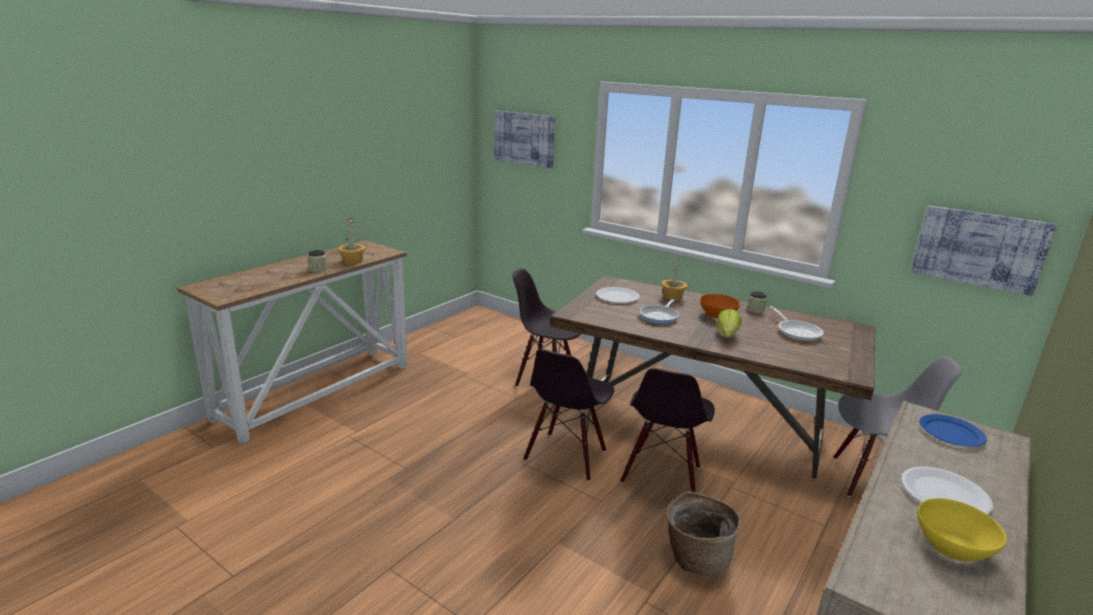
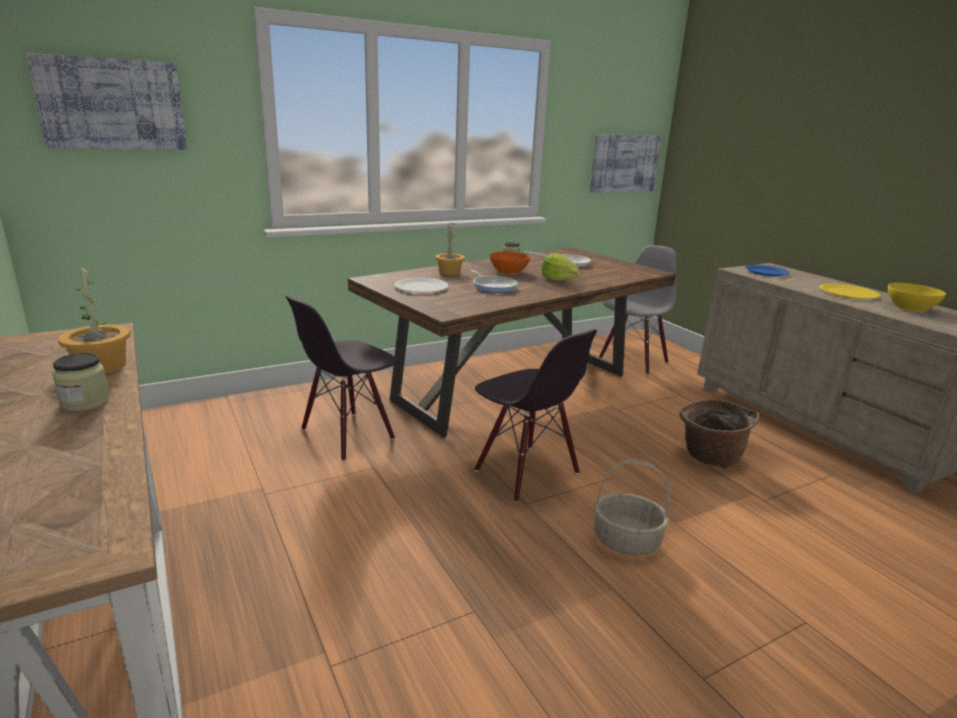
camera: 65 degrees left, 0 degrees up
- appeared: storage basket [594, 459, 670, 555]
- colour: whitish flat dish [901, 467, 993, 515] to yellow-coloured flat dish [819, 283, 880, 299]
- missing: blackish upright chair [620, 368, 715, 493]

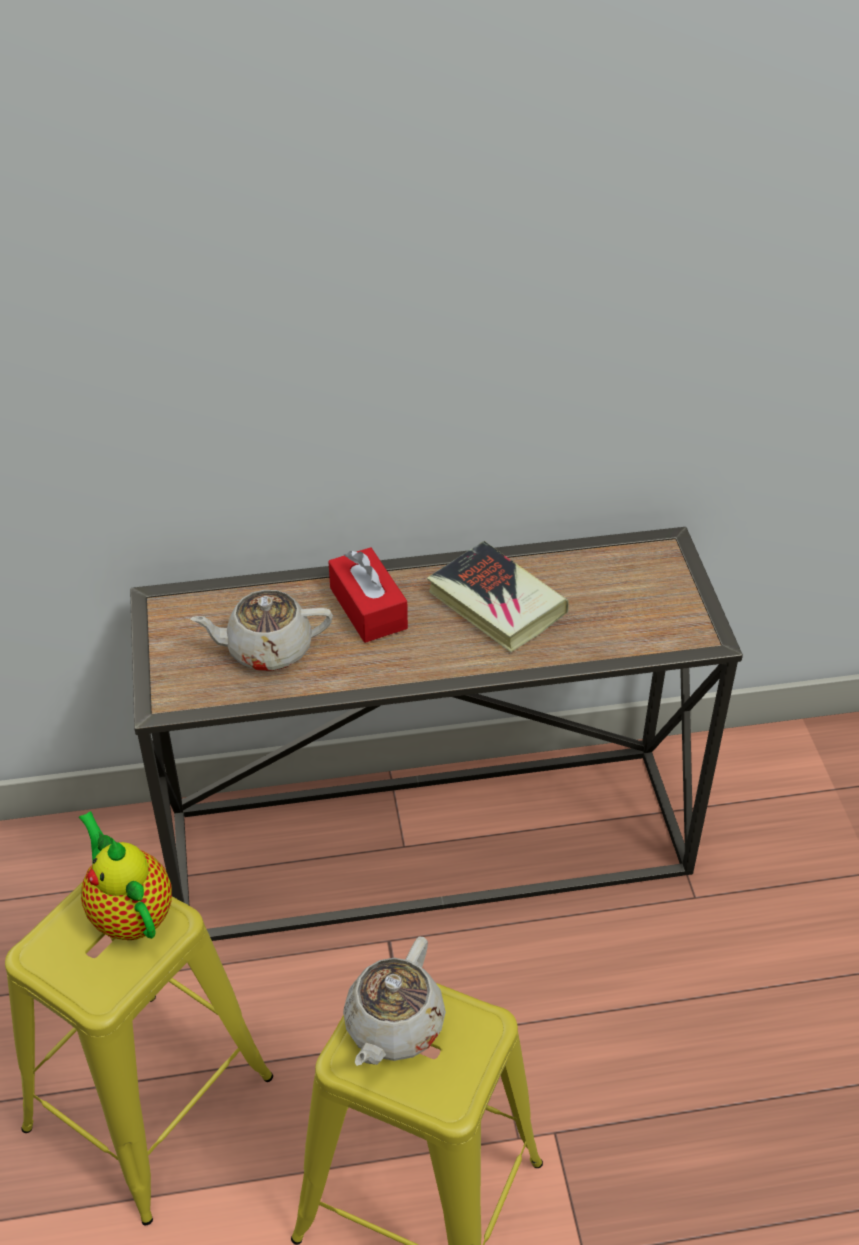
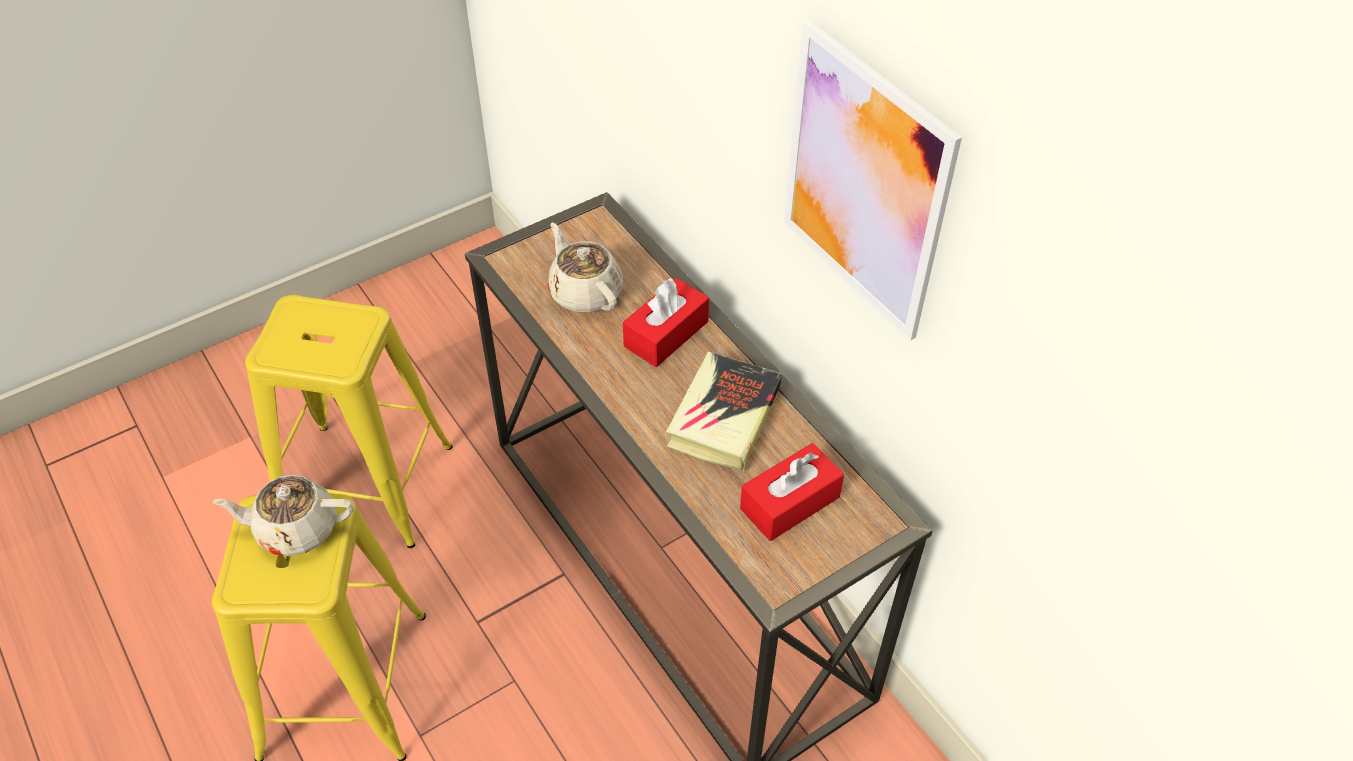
camera: 65 degrees right, 5 degrees up
- appeared: red-coloured tissue box [740, 443, 844, 541]
- appeared: wall art [784, 20, 962, 341]
- missing: teapot [79, 811, 172, 940]

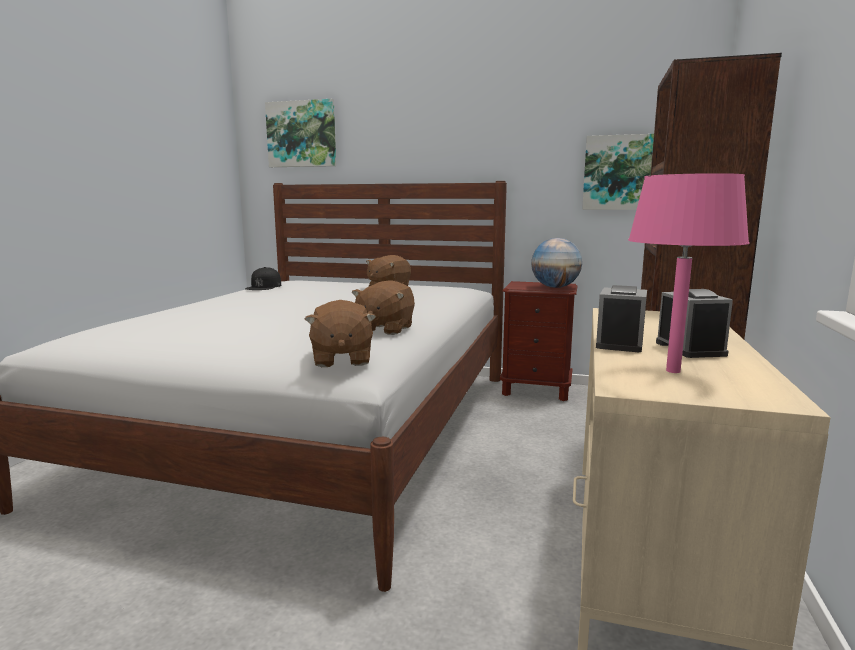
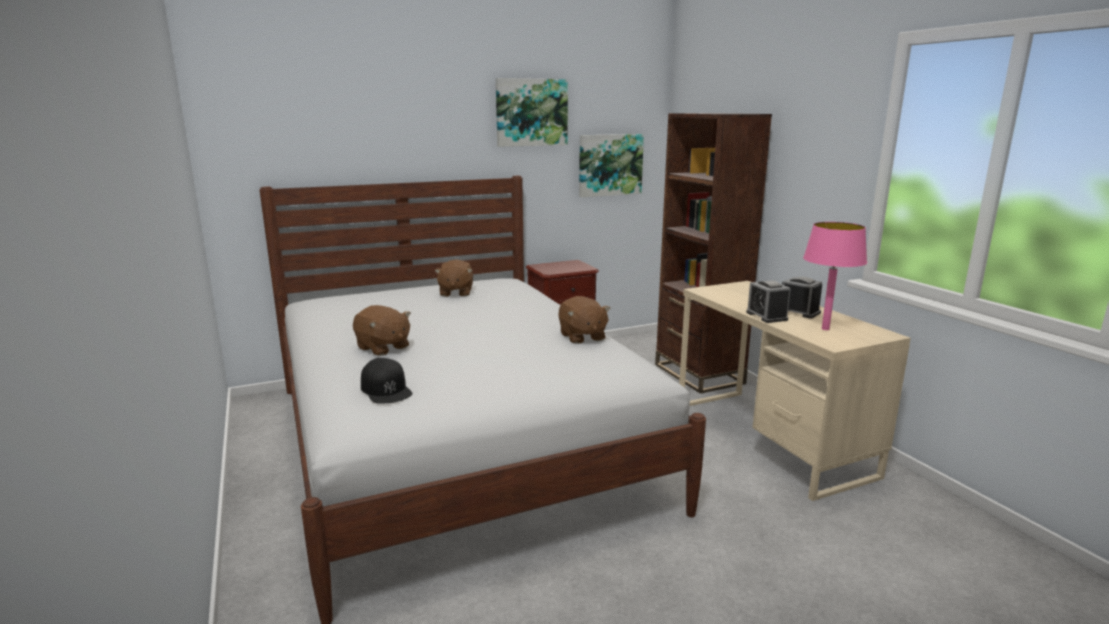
camera: 40 degrees left, 5 degrees up
- relocated: brownish soft toy [305, 300, 376, 367] to [353, 305, 411, 356]
- relocated: blackish peaked cap [245, 267, 281, 290] to [361, 358, 412, 404]
- relocated: wall art [265, 99, 336, 167] to [496, 78, 568, 147]
- missing: world globe [531, 238, 582, 288]

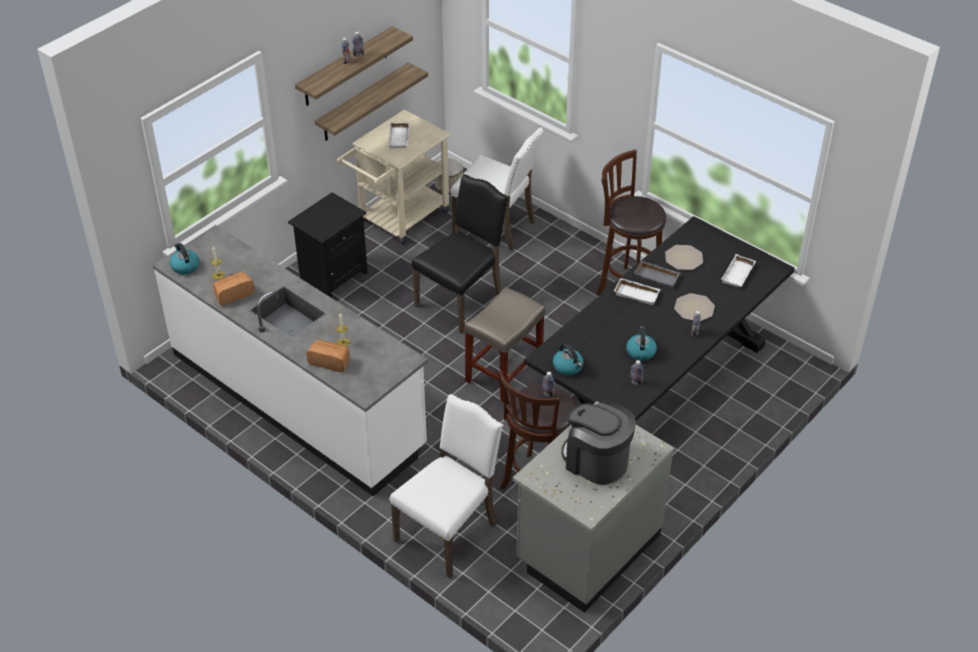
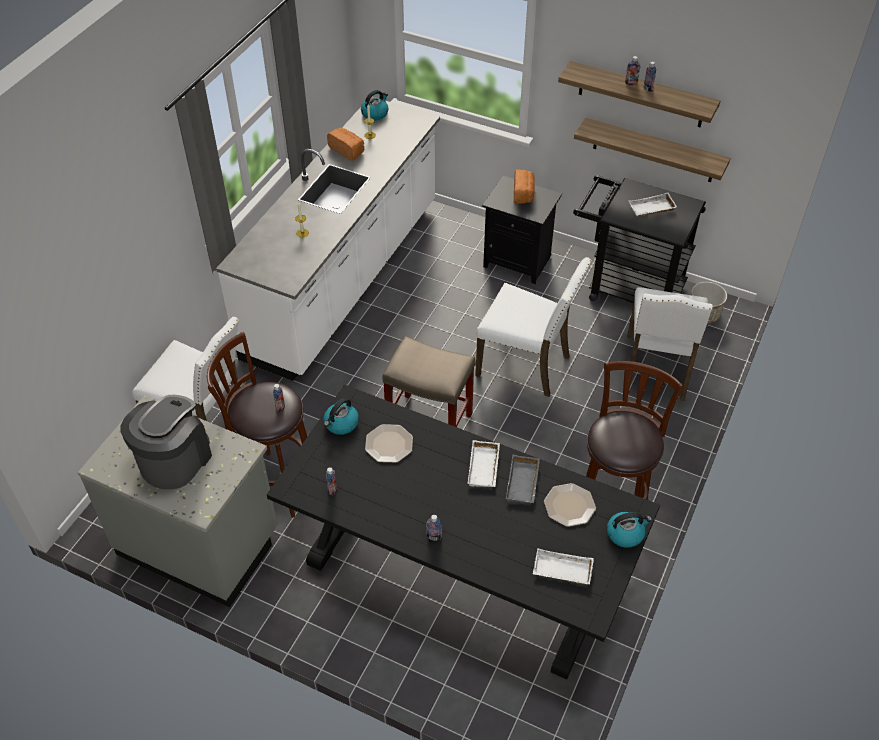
camera: 75 degrees right, 5 degrees up
- relocated: flat dish [674, 293, 715, 321] to [365, 424, 413, 463]
- colour: blackish upright chair [412, 174, 509, 334] to whitish upright chair [475, 257, 592, 397]
- relocated: bread [306, 340, 349, 372] to [514, 170, 535, 204]
- colour: beige-coloured cart [337, 110, 451, 244] to blackish cart [573, 175, 706, 303]
- relocated: kettle [626, 327, 657, 361] to [607, 512, 652, 548]

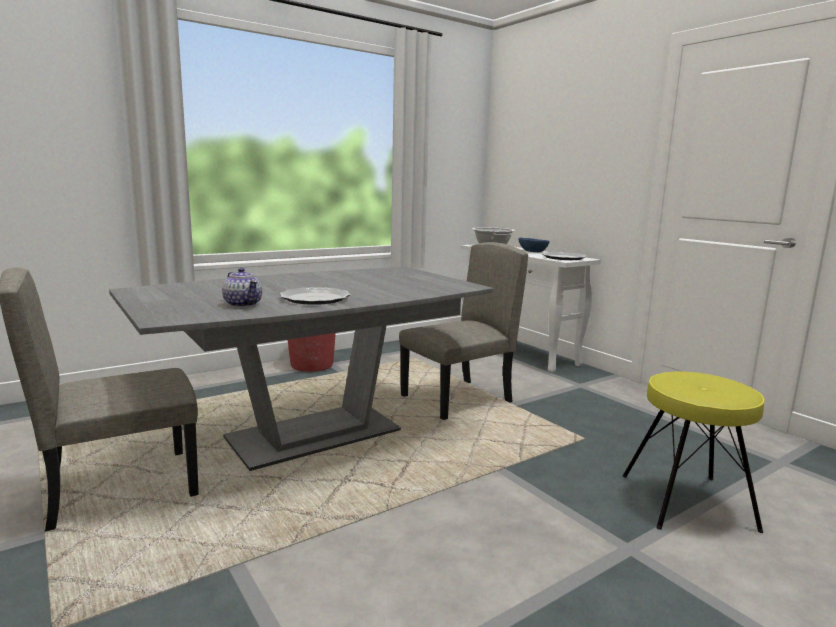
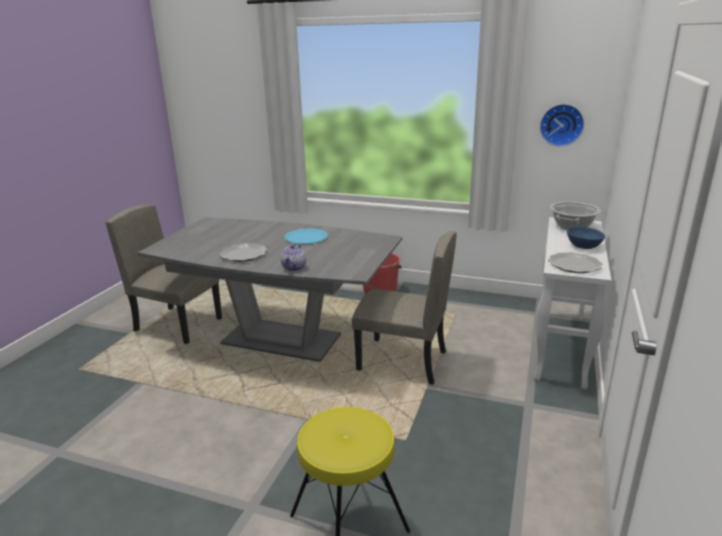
camera: 55 degrees right, 10 degrees up
- relocated: teapot [222, 268, 262, 307] to [281, 244, 306, 271]
- appeared: bluish flat dish [284, 229, 328, 244]
- appeared: wall clock [540, 104, 584, 147]

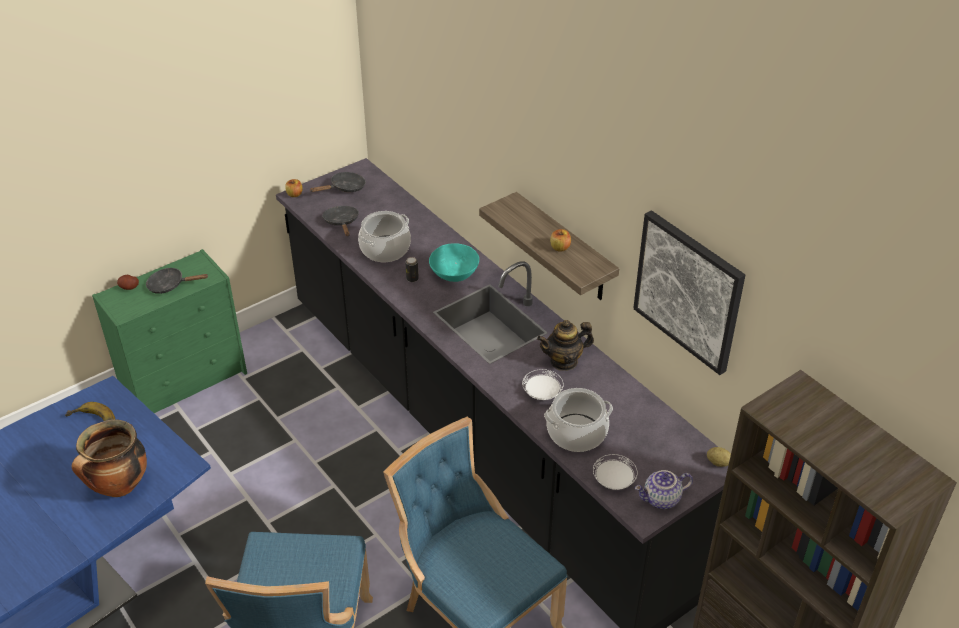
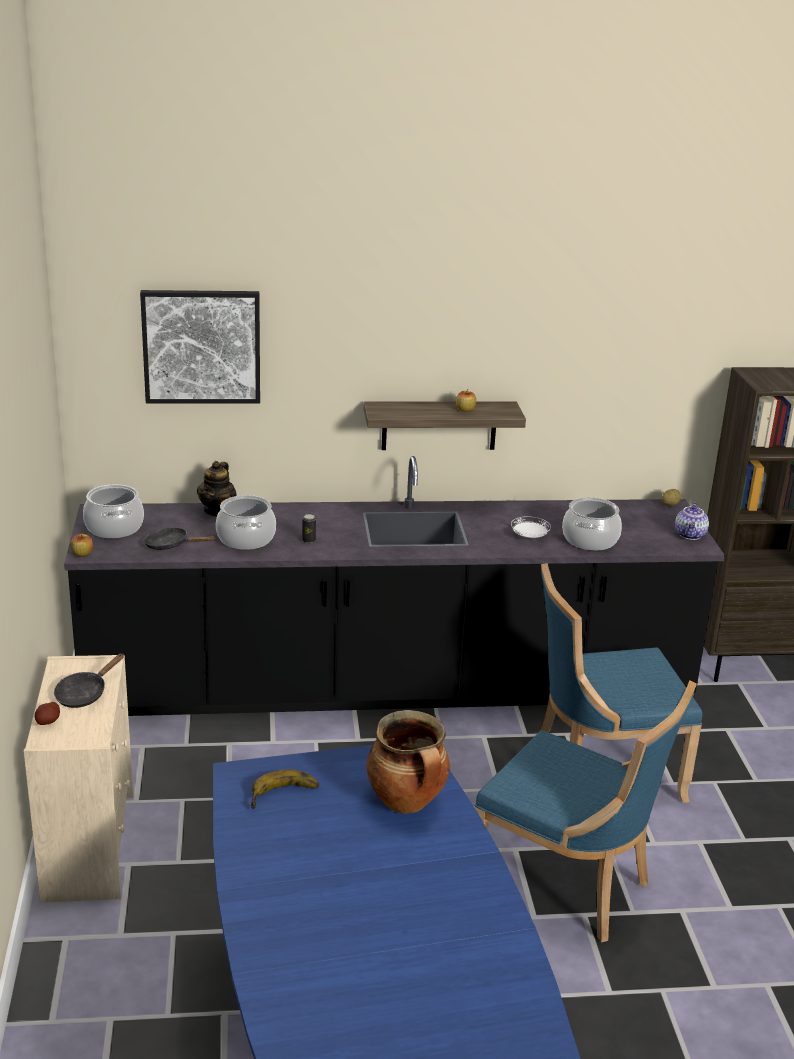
camera: 60 degrees left, 15 degrees down
- colour: greenish dresser [92, 249, 247, 413] to beige-coloured dresser [23, 655, 133, 903]
- exchanged: blackish frying pan [310, 172, 366, 192] to cooking pot [83, 484, 144, 538]
- relocated: wall art [633, 210, 745, 375] to [140, 290, 260, 404]
- relocated: teapot [537, 320, 594, 371] to [197, 461, 237, 516]
- missing: turquoise bowl [429, 243, 479, 282]
- missing: whitish flat dish [593, 454, 638, 490]

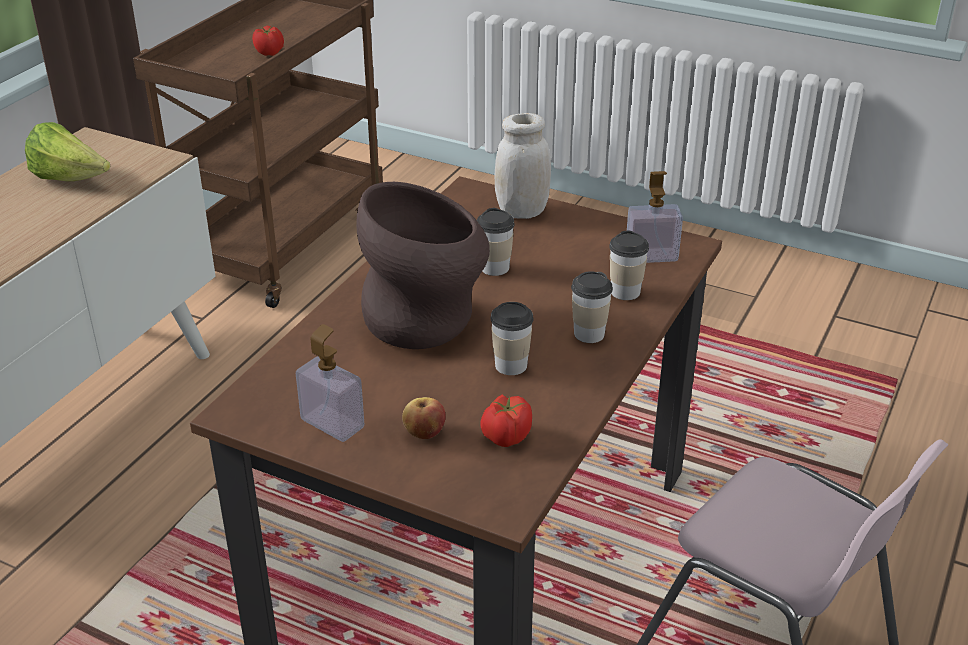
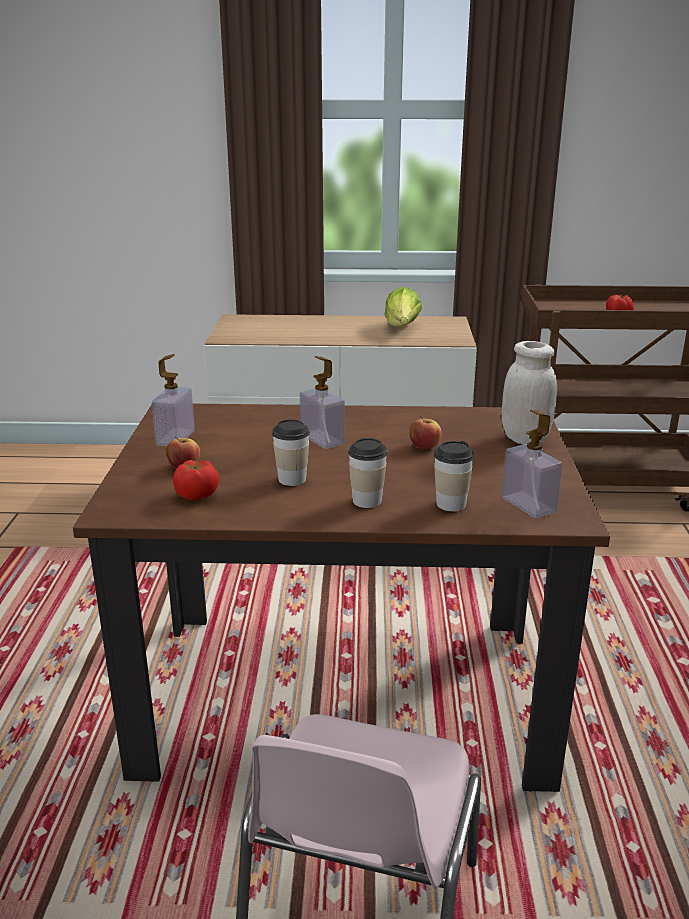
camera: 65 degrees right, 10 degrees down
- exchanged: brownish flower vase [356, 182, 490, 349] to soap dispenser [300, 356, 345, 449]
- exchanged: cup [477, 208, 514, 276] to whole apple [410, 416, 441, 450]

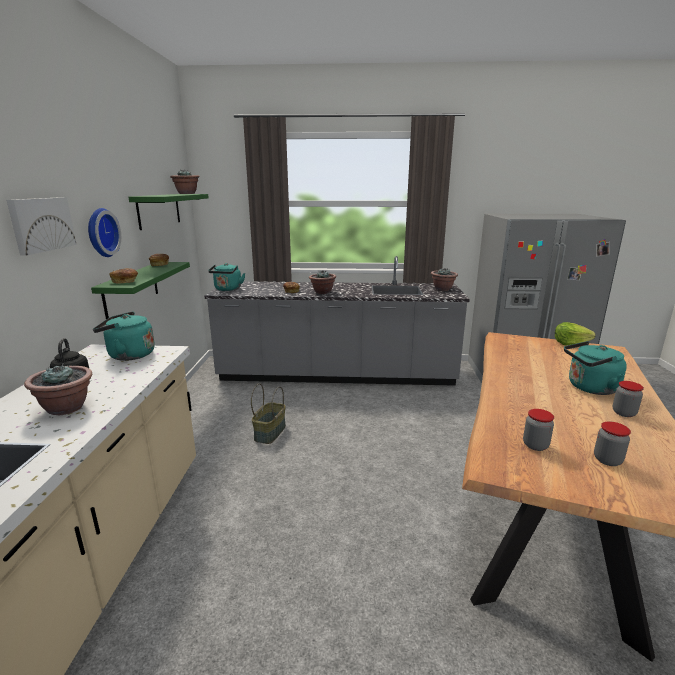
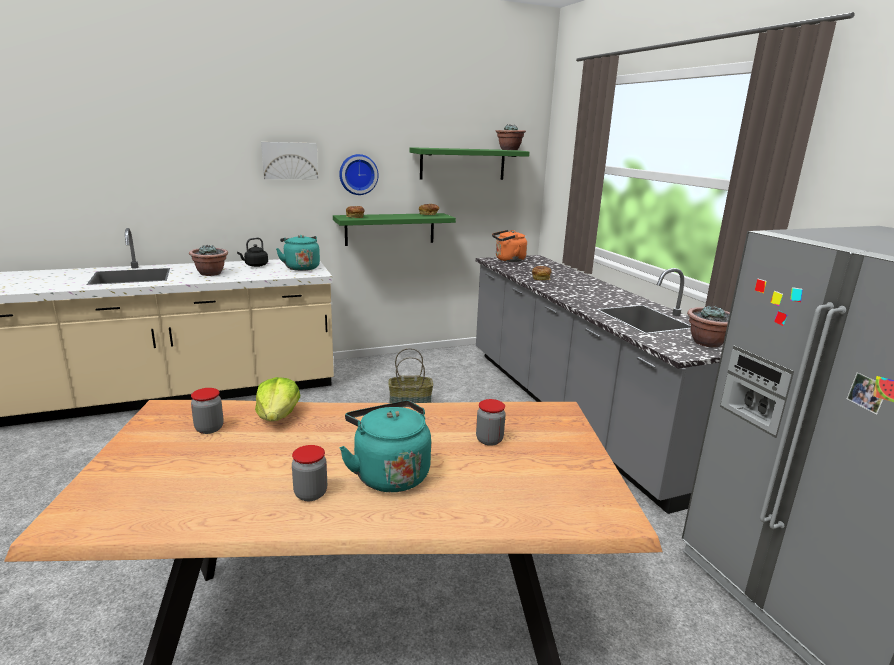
camera: 65 degrees right, 0 degrees up
- relocated: head of lettuce [555, 322, 596, 346] to [255, 377, 300, 421]
- relocated: jar [594, 421, 631, 466] to [476, 399, 506, 446]
- colour: turquoise kettle [208, 263, 245, 291] to orange-coloured kettle [492, 230, 527, 262]
- missing: plant in a pot [309, 271, 336, 294]

